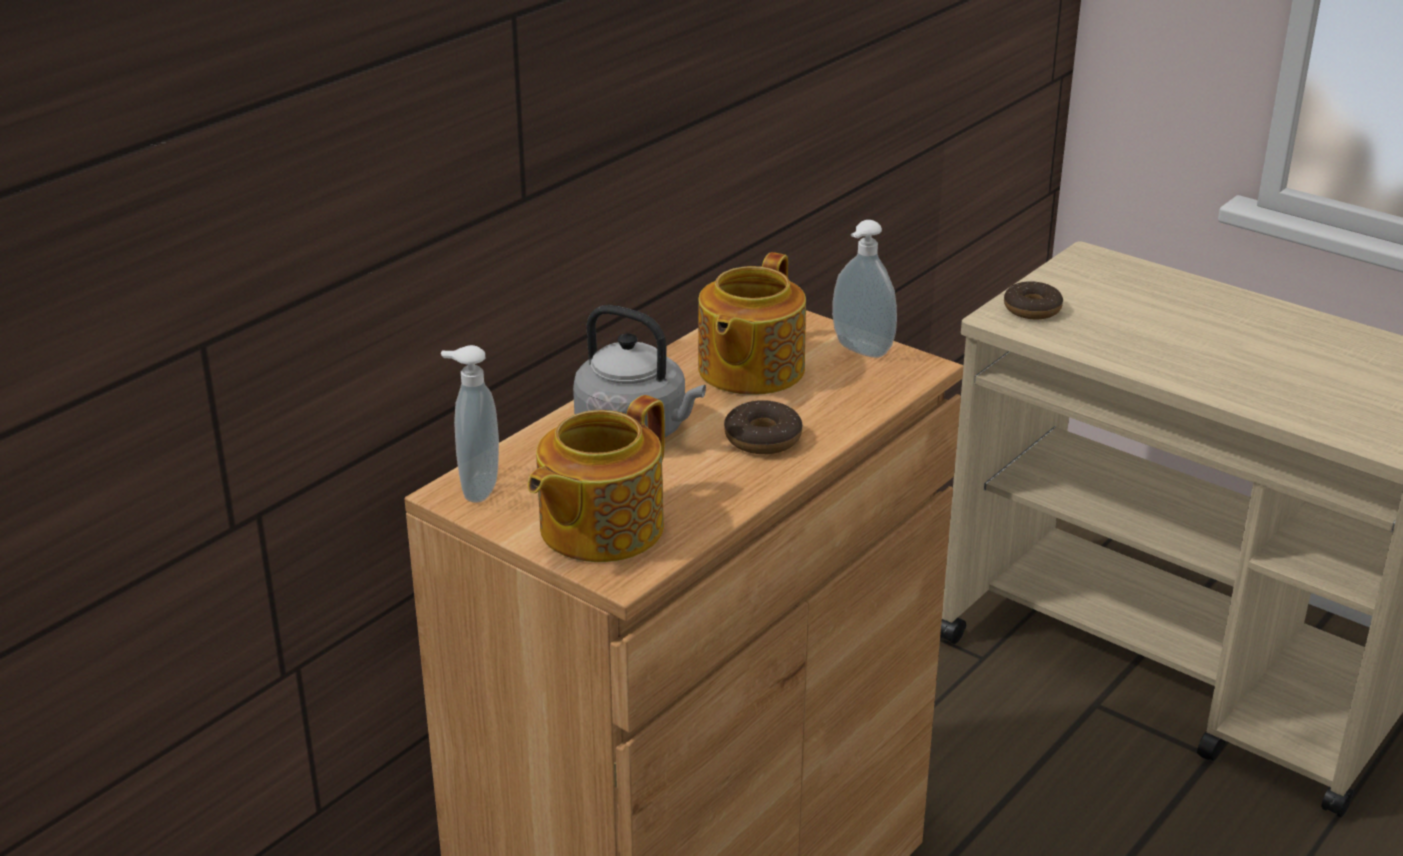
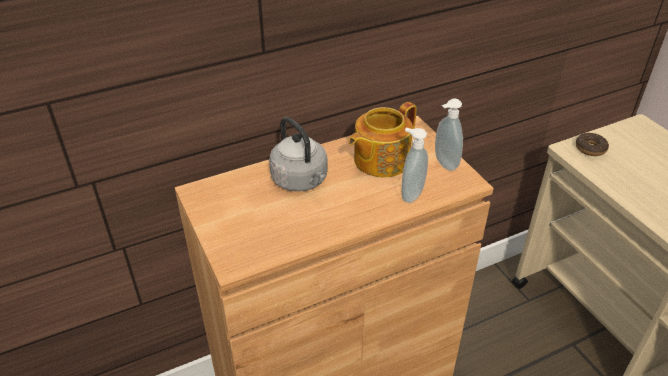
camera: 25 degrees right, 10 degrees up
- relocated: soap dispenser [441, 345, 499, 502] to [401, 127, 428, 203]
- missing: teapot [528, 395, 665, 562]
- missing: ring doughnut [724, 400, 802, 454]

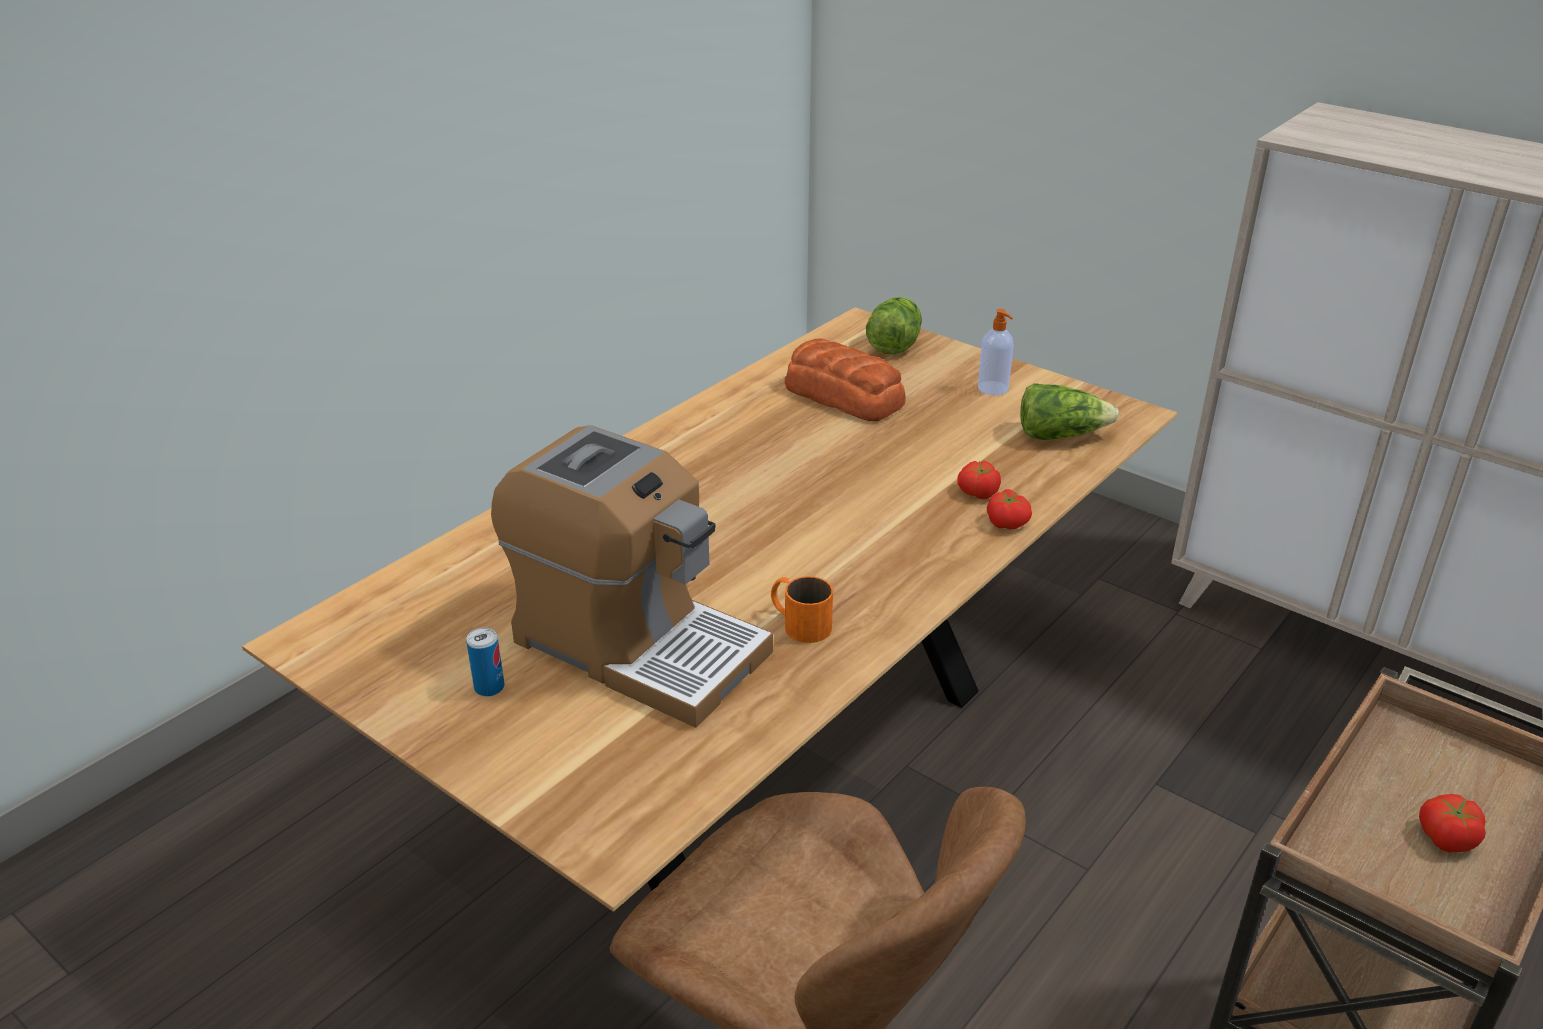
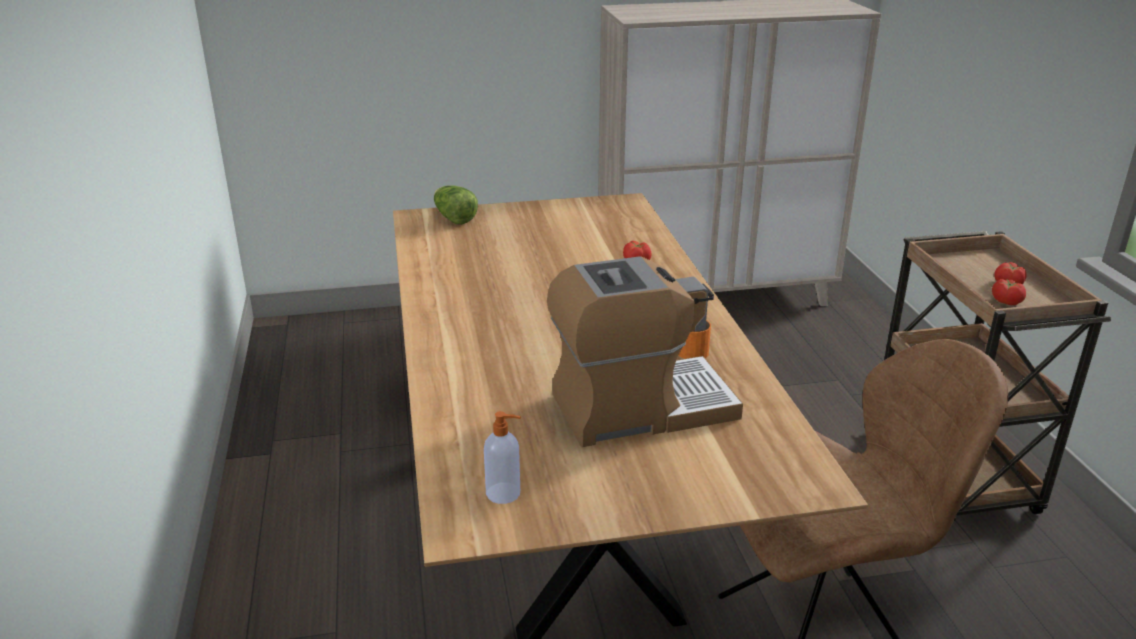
camera: 50 degrees left, 5 degrees down
- relocated: soap dispenser [978, 309, 1014, 395] to [484, 411, 521, 504]
- relocated: tomato [987, 489, 1032, 530] to [992, 279, 1026, 305]
- missing: can [466, 628, 504, 697]
- missing: bread [785, 338, 906, 421]
- missing: head of lettuce [1021, 383, 1119, 440]

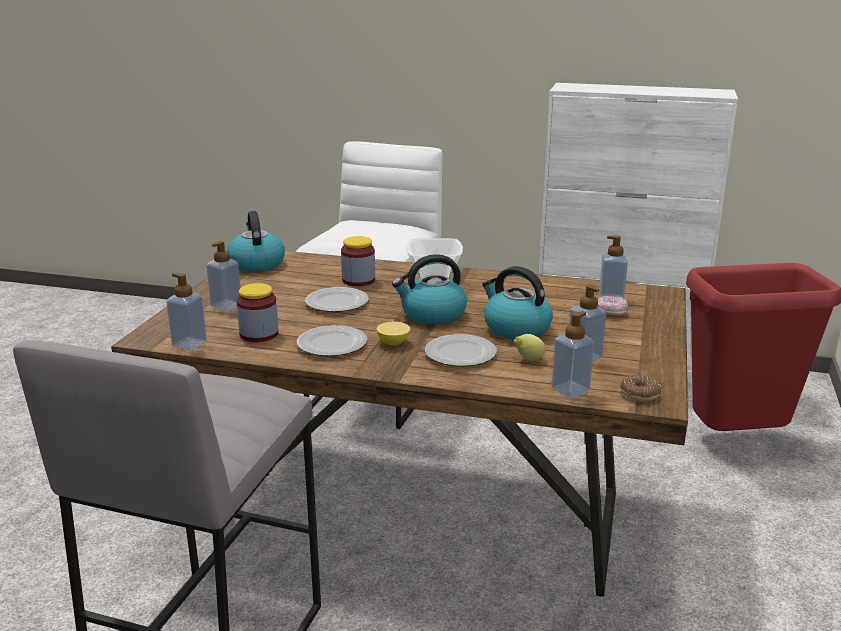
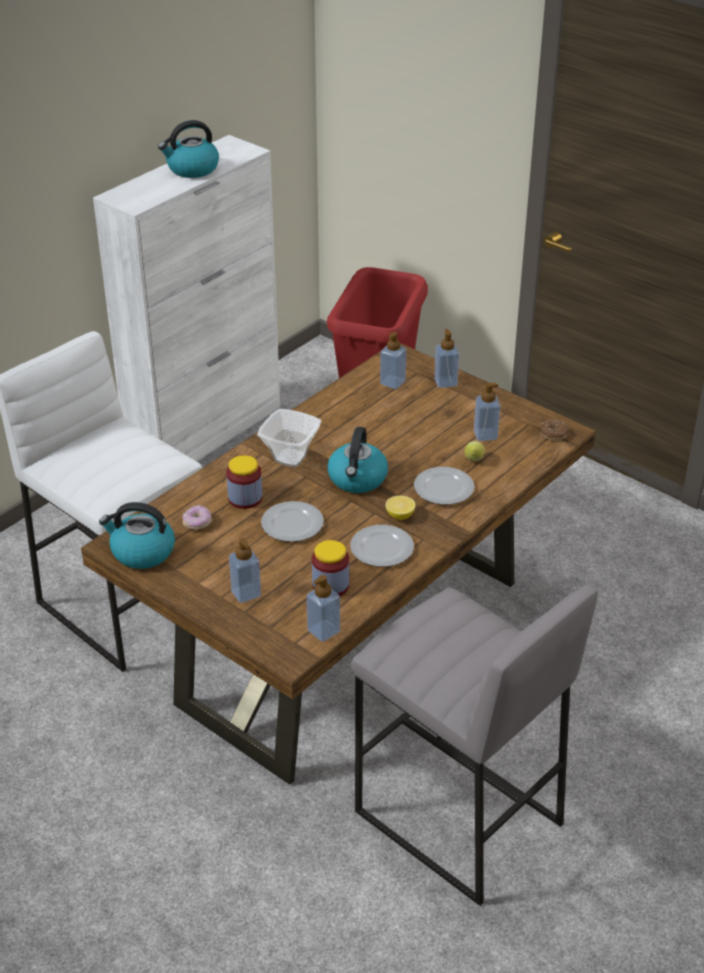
camera: 65 degrees left, 15 degrees up
- relocated: kettle [482, 266, 553, 340] to [158, 120, 219, 178]
- relocated: ring doughnut [598, 296, 628, 316] to [182, 505, 212, 530]
- relocated: soap dispenser [552, 311, 594, 398] to [434, 329, 459, 388]

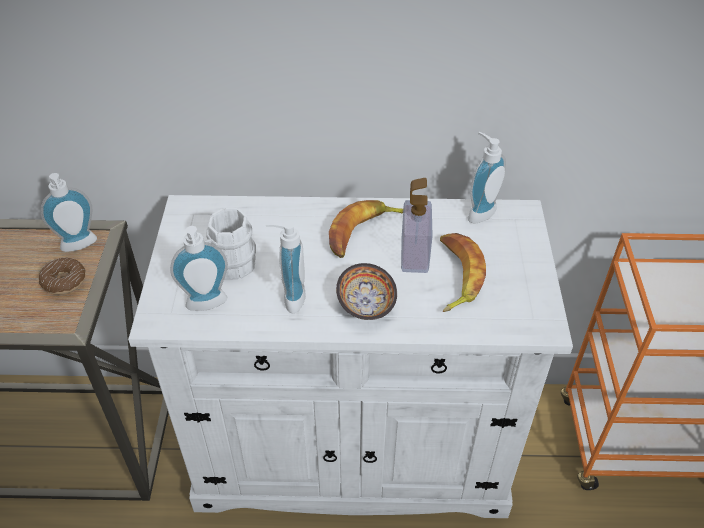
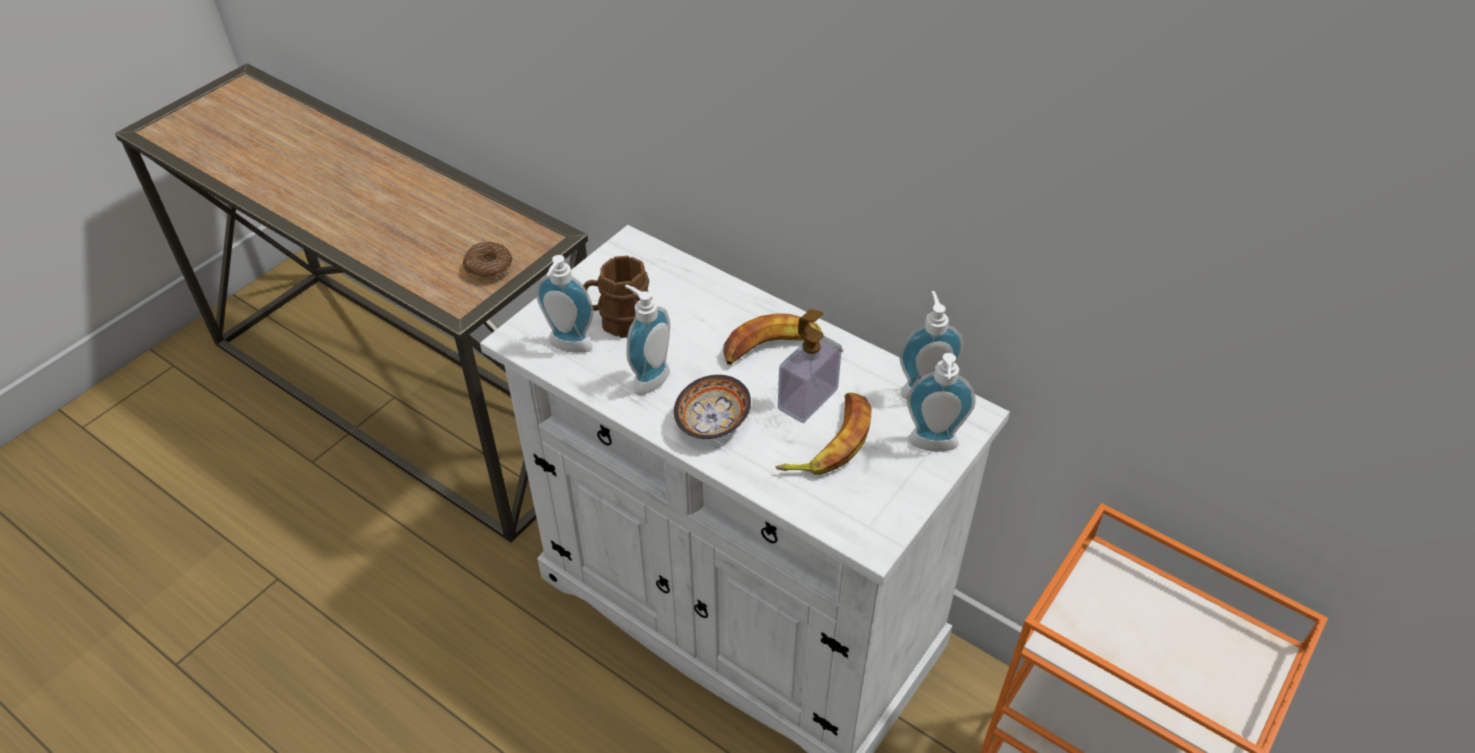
camera: 35 degrees right, 0 degrees up
- colour: whitish coffee mug [204, 208, 256, 280] to brownish coffee mug [583, 256, 652, 338]
- relocated: soap dispenser [41, 173, 97, 252] to [907, 353, 976, 452]

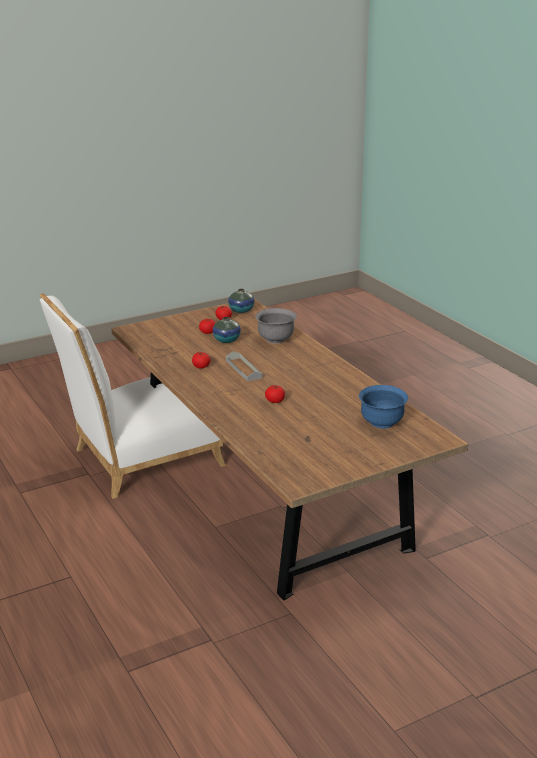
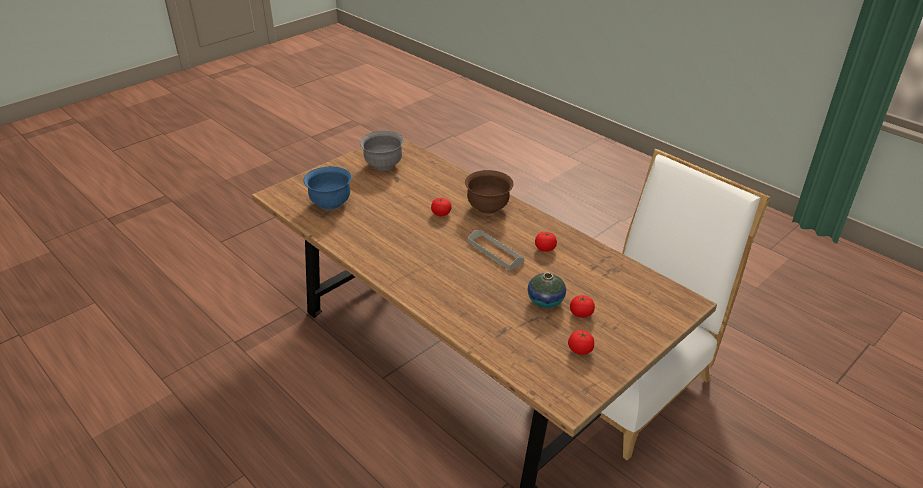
camera: 165 degrees right, 10 degrees up
- relocated: gray bowl [255, 308, 297, 344] to [360, 131, 404, 170]
- appeared: brownish bowl [465, 170, 513, 214]
- missing: flower vase [228, 289, 254, 313]

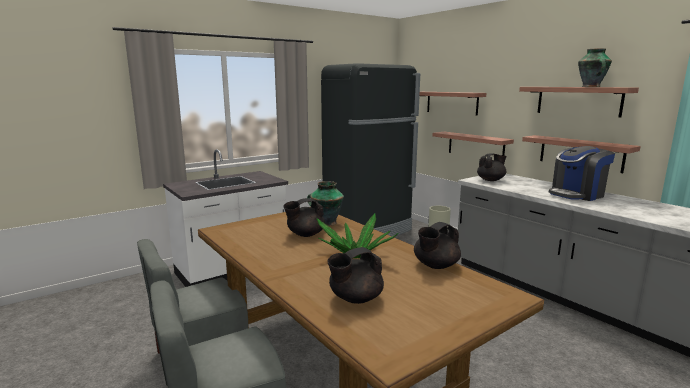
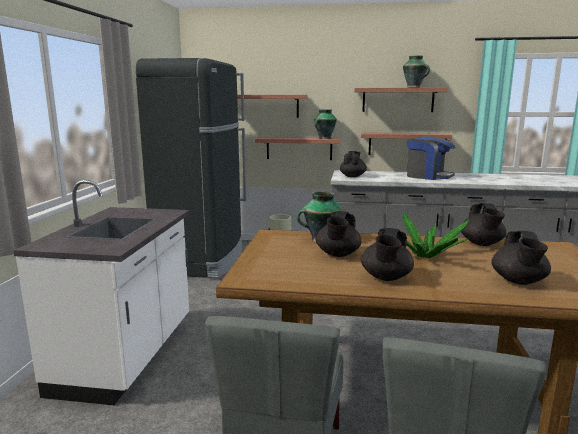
camera: 45 degrees left, 0 degrees up
- appeared: flower vase [314, 109, 337, 139]
- appeared: blackish teapot [361, 228, 414, 281]
- spun: coffee machine [549, 146, 615, 201] = [407, 136, 456, 180] 75 degrees counterclockwise

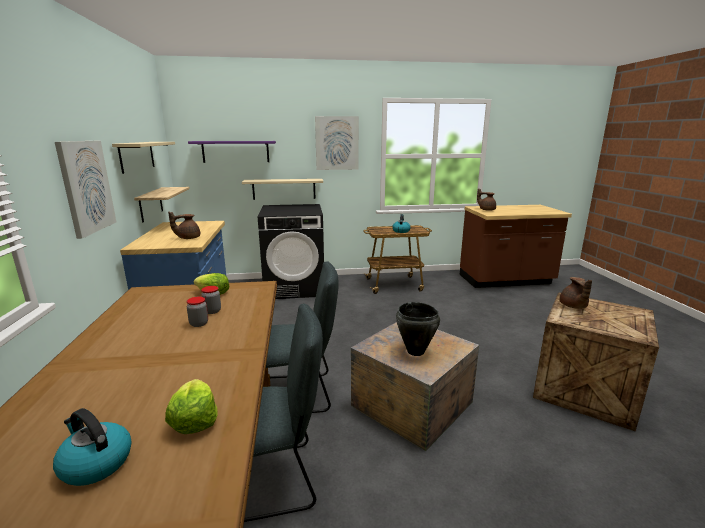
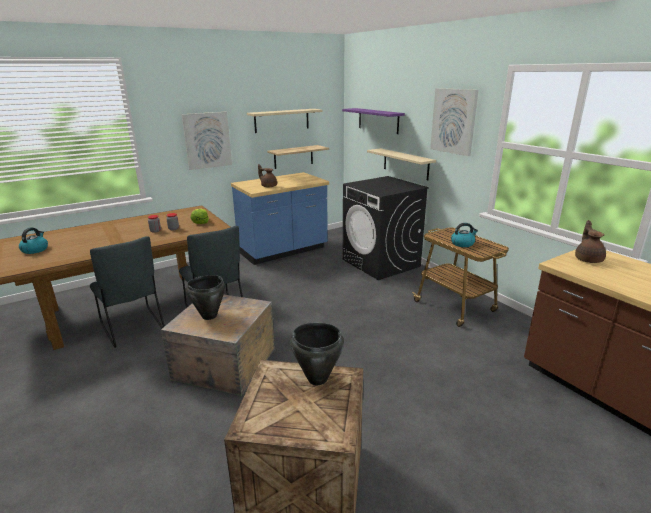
camera: 65 degrees right, 5 degrees up
- exchanged: brownish teapot [559, 277, 592, 309] to blackish cooking pot [290, 323, 344, 385]
- missing: head of lettuce [165, 379, 218, 434]

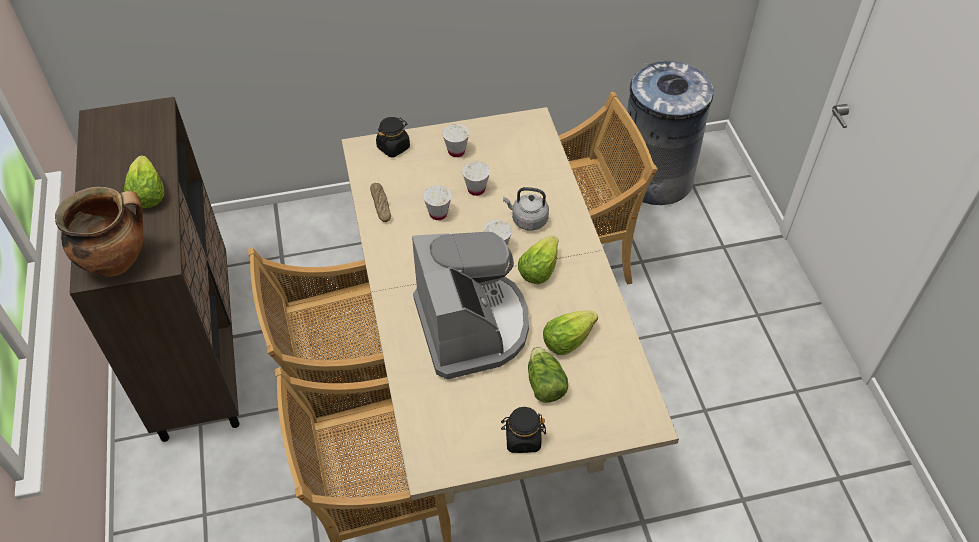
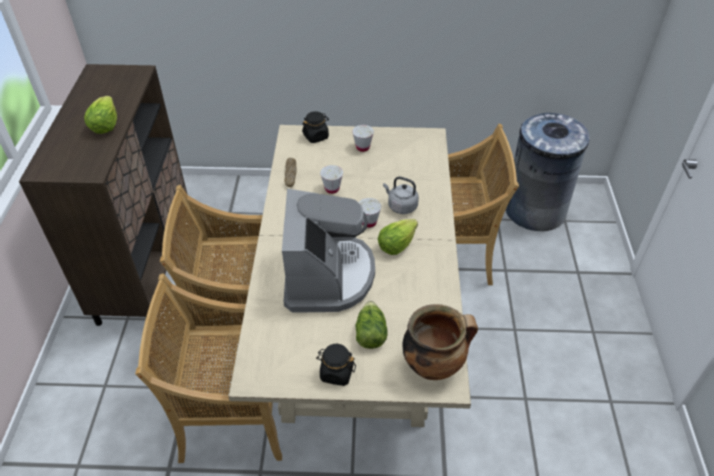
camera: 15 degrees right, 5 degrees down
- relocated: cooking pot [55, 187, 143, 277] to [402, 304, 478, 380]
- missing: whitish cup [462, 161, 490, 196]
- missing: head of lettuce [543, 311, 598, 355]

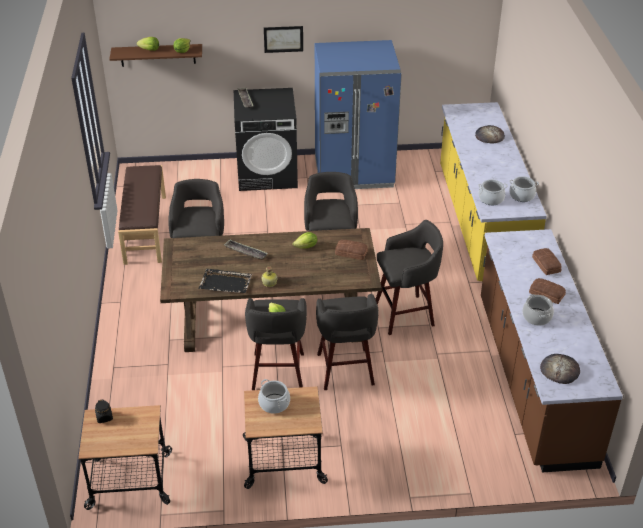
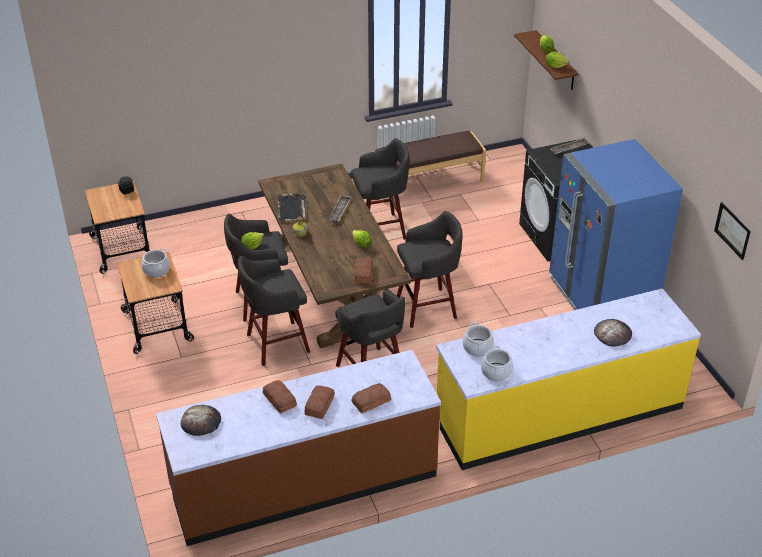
camera: 75 degrees right, 0 degrees up
- exchanged: cooking pot [522, 294, 554, 326] to bread [263, 380, 297, 413]
- relocated: wall art [264, 26, 303, 53] to [714, 202, 751, 260]

